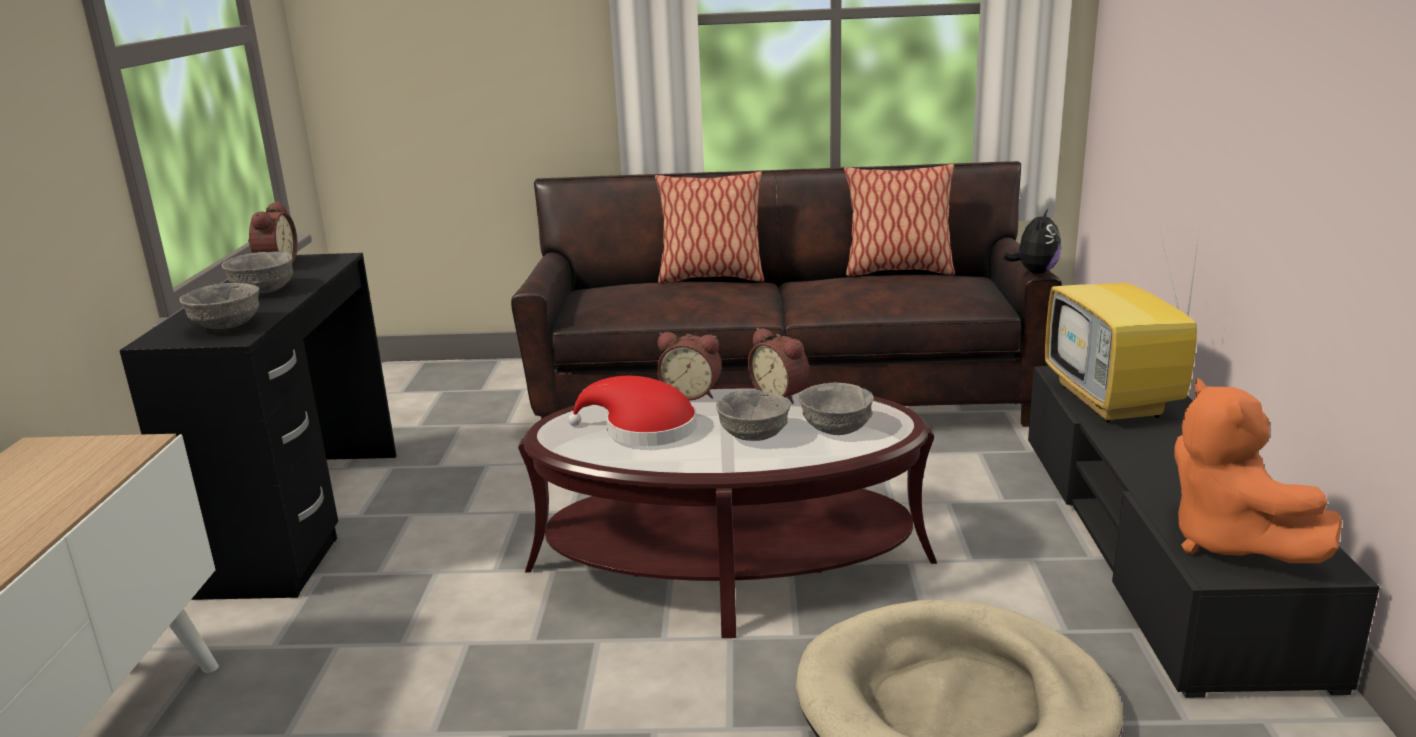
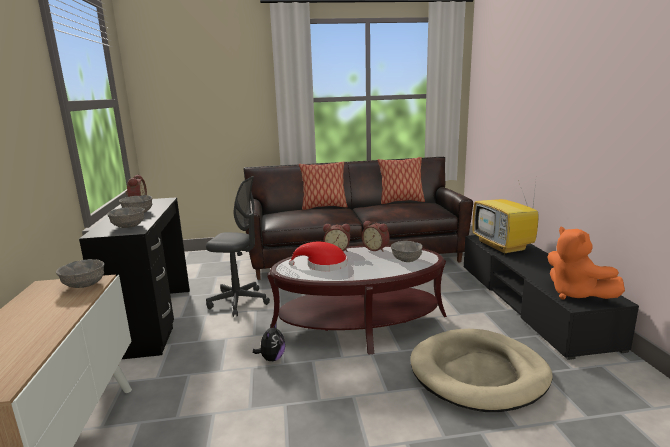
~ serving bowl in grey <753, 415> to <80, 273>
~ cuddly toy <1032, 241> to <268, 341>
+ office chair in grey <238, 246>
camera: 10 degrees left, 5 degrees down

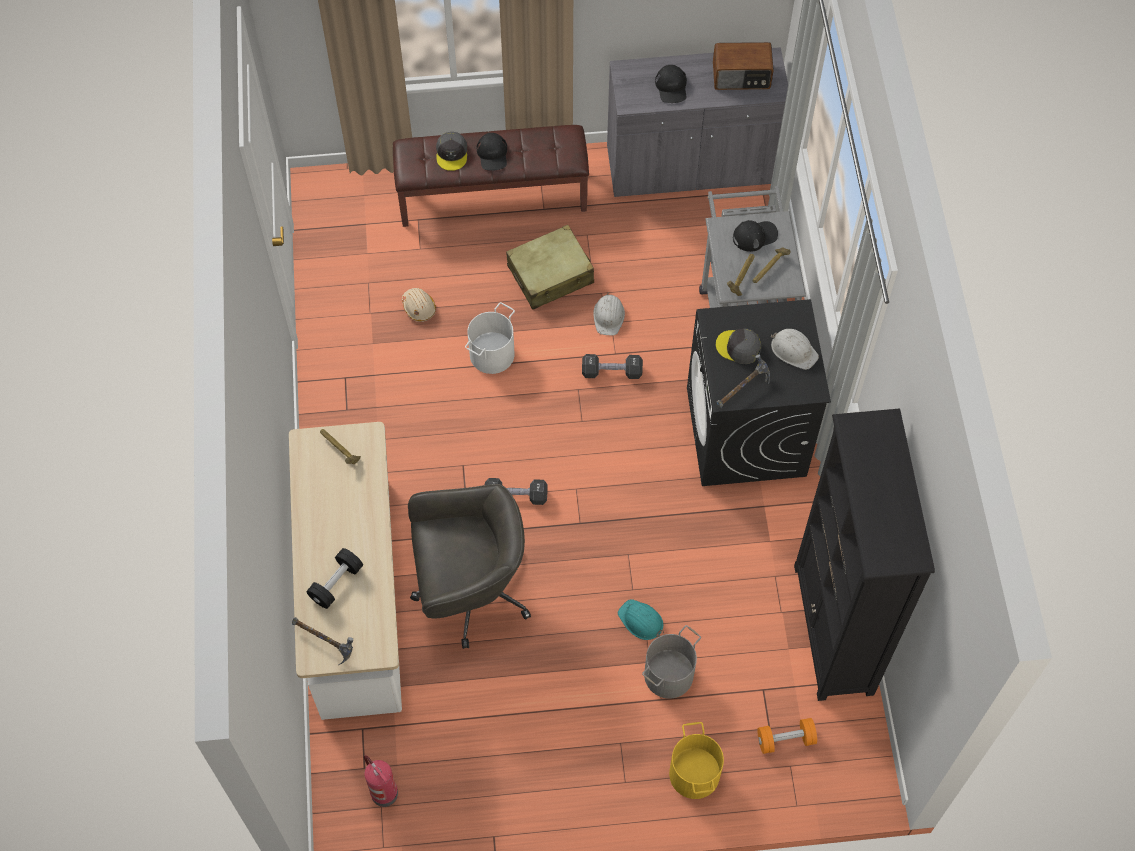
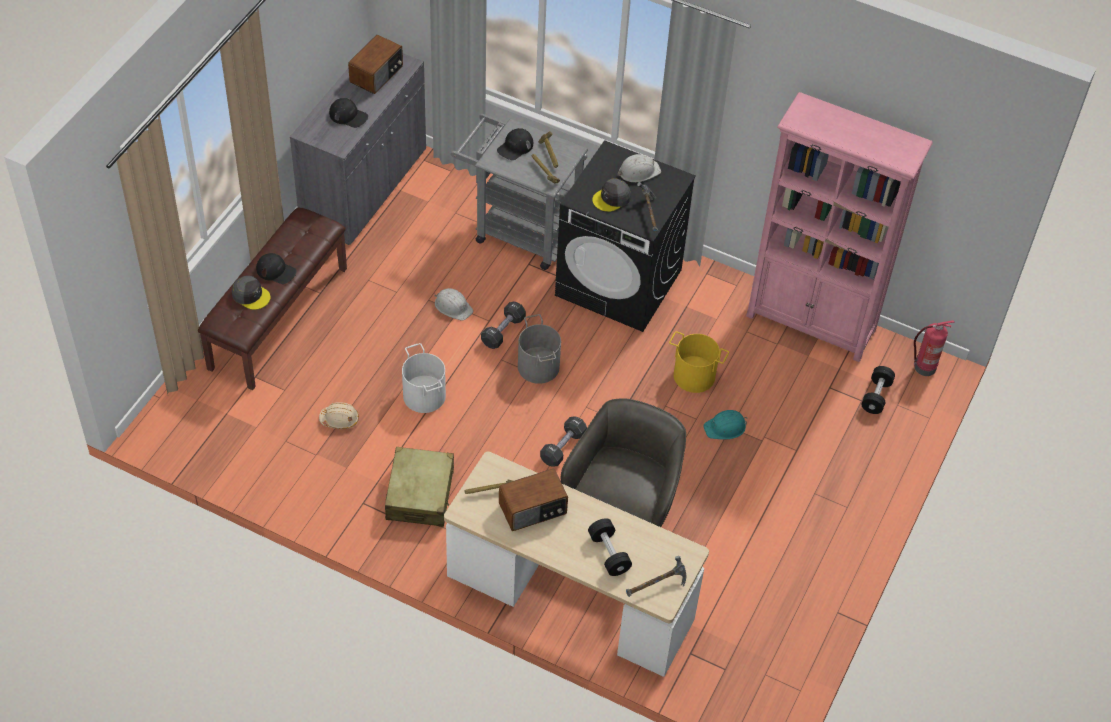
~ fire-fighting cylinder <381, 781> to <934, 348>
~ suitcase in beige <550, 267> to <419, 487>
~ water bucket in grey <671, 662> to <539, 349>
~ water bucket in yellowish <696, 760> to <699, 362>
~ baseball cap in black-coloured <755, 236> = <515, 144> 150 degrees counterclockwise
~ hand weight in orange <787, 736> to hand weight in black-coloured <878, 390>
~ shelving unit in black-coloured <864, 555> to shelving unit in pinkish <839, 227>
+ radio receiver <533, 500>
camera: 60 degrees left, 10 degrees down

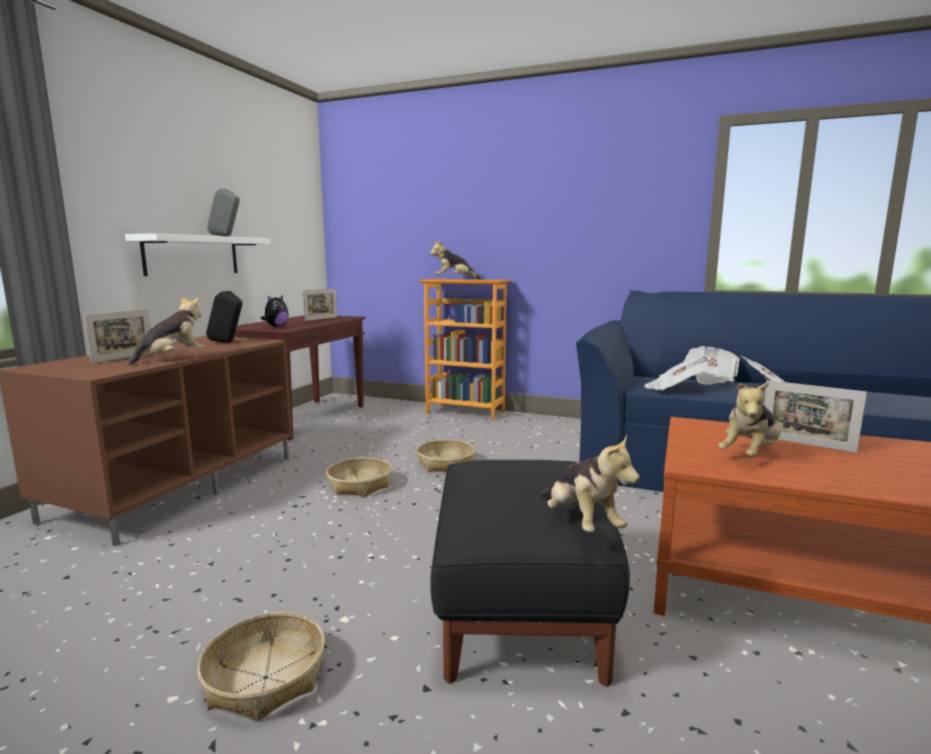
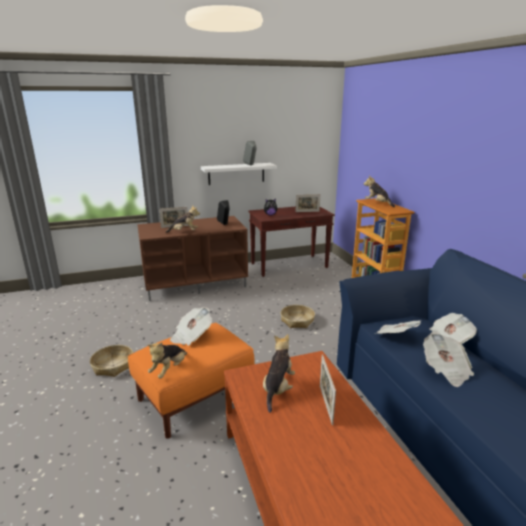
- basket <359, 477>
~ ottoman in black-coloured <530, 573> to ottoman in orange <191, 380>
~ cuddly toy <749, 419> = <279, 373> 105 degrees clockwise
+ daily paper <191, 326>
camera: 50 degrees right, 10 degrees up

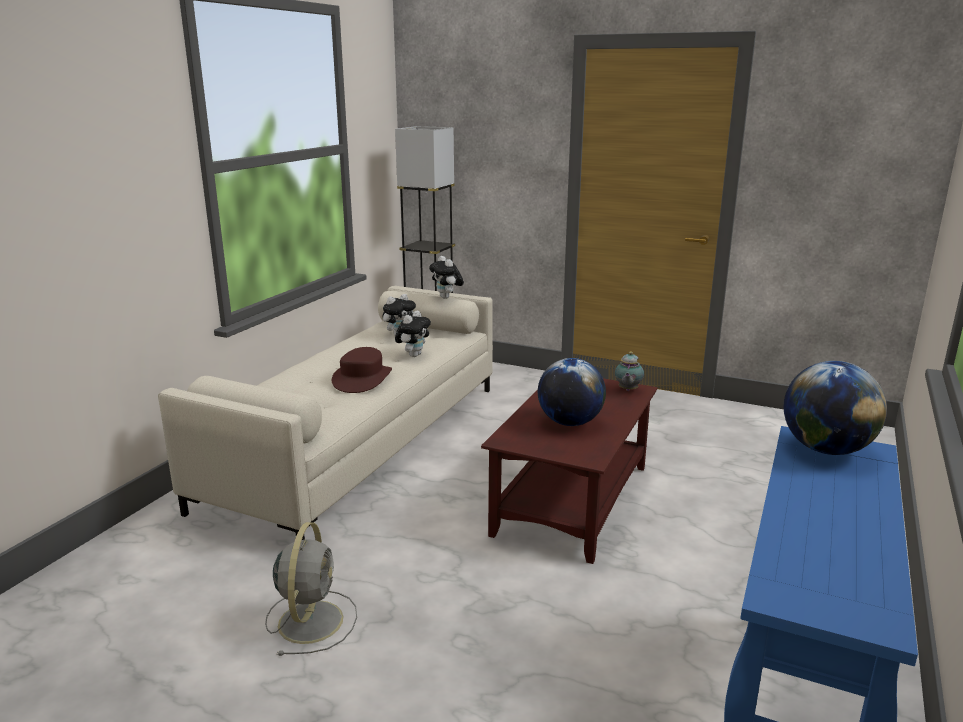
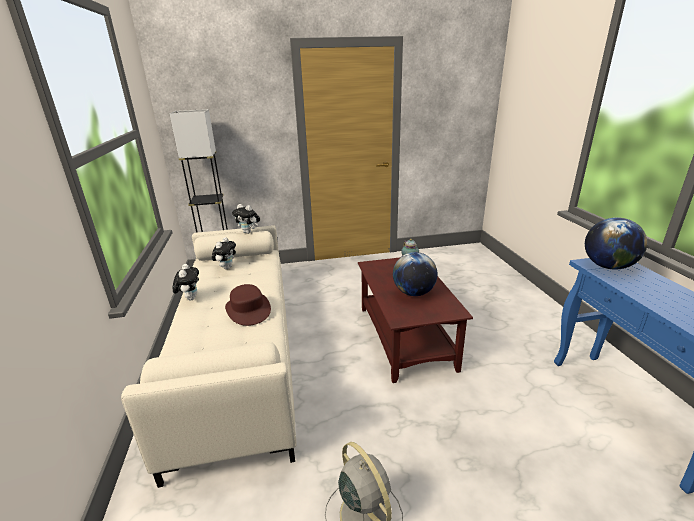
~ cuddly toy <413, 333> to <186, 282>
camera: 35 degrees left, 5 degrees up

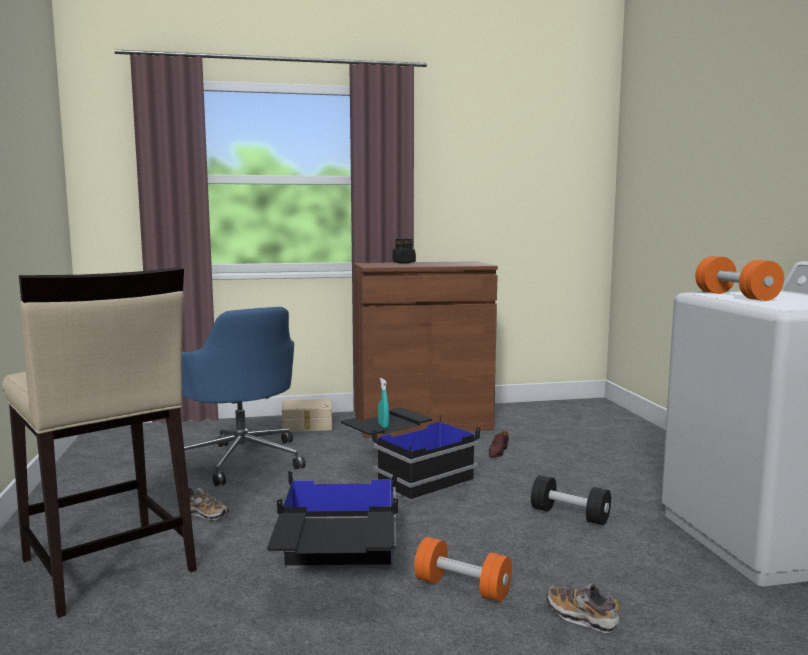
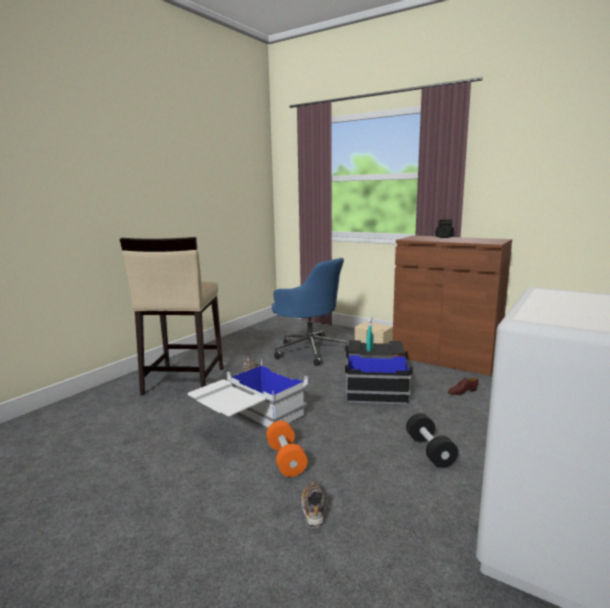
~ office chair in blue-coloured <244, 396> = <310, 312> 60 degrees counterclockwise
~ storage box in black-coloured <332, 519> to storage box in white-coloured <248, 394>
- hand weight in orange <739, 278>
camera: 45 degrees right, 5 degrees up

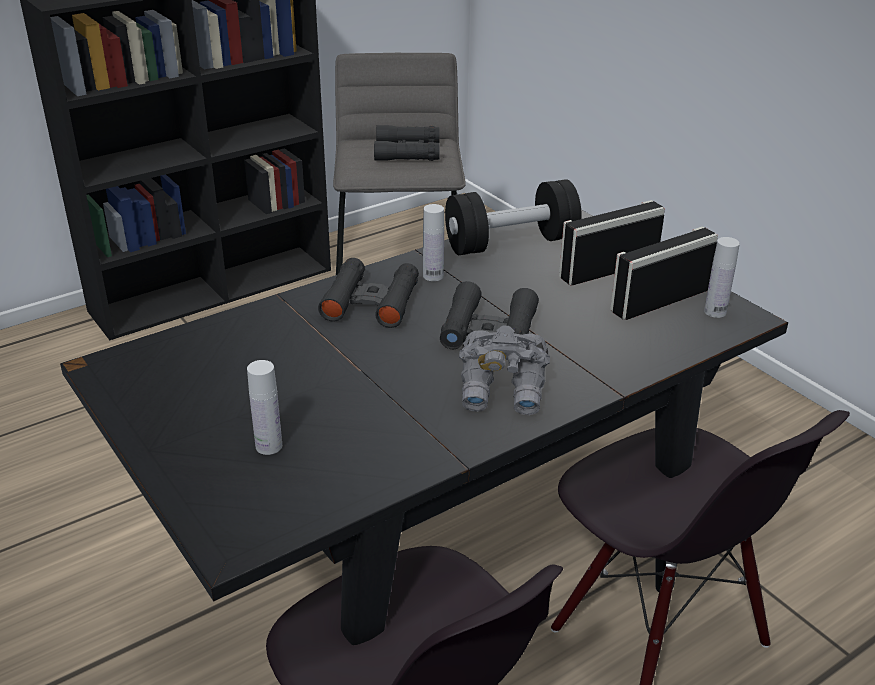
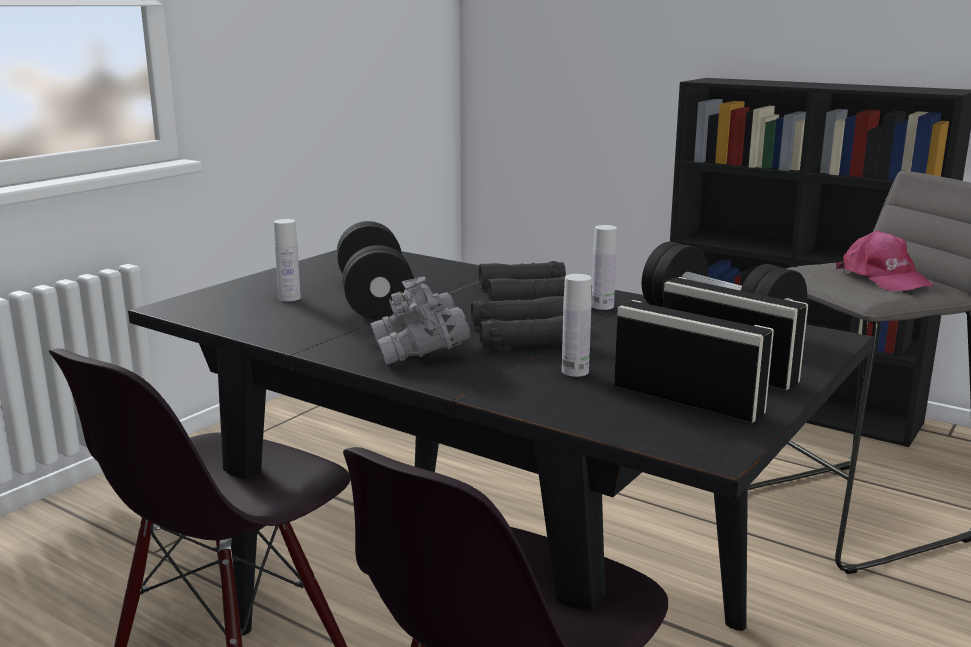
~ binoculars in black-coloured <407, 143> to baseball cap in pinkish <885, 260>
~ bottle in white-coloured <722, 277> to <577, 325>
+ hand weight in black-coloured <375, 270>
camera: 70 degrees right, 15 degrees down

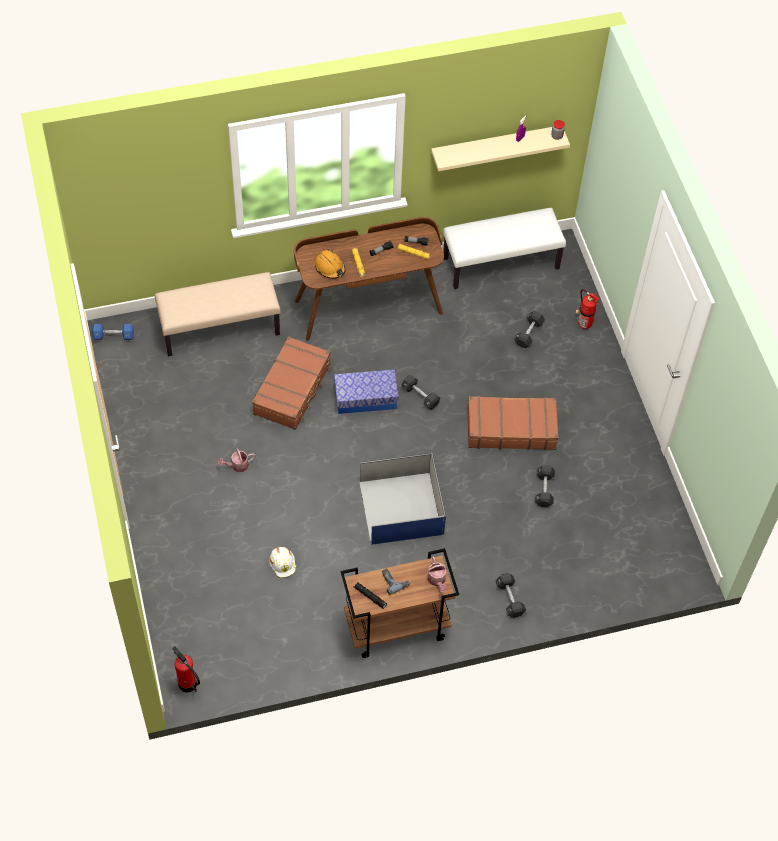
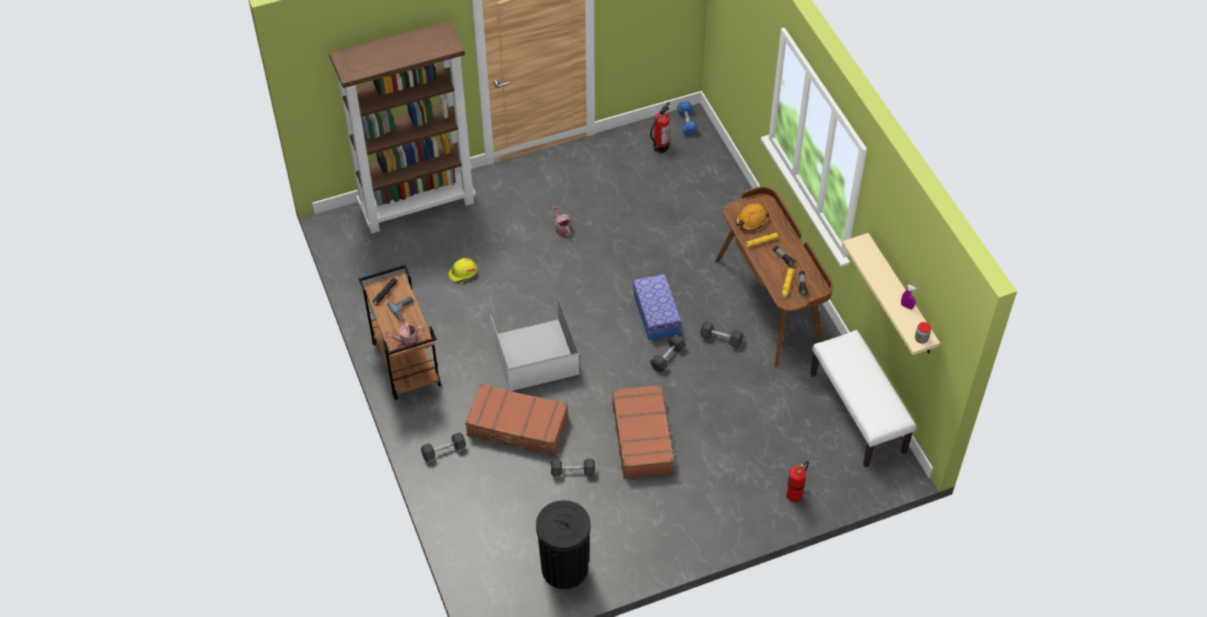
- bench in beige <218, 314>
~ fire-fighting cylinder <186, 669> to <660, 127>
~ suitcase in brown-coloured <291, 383> to <516, 420>
~ hard hat in white-coloured <283, 562> to hard hat in yellowish <462, 271>
~ storage box in blue-coloured <403, 499> to storage box in white-coloured <534, 344>
~ hand weight in black-coloured <530, 329> to <721, 334>
+ shelving unit in brown-coloured <402, 127>
+ trash can in black-coloured <563, 544>
camera: 85 degrees right, 5 degrees down

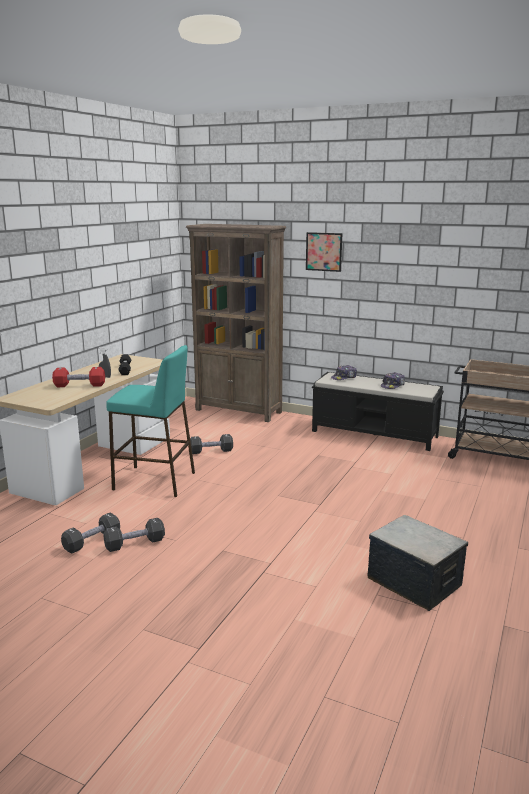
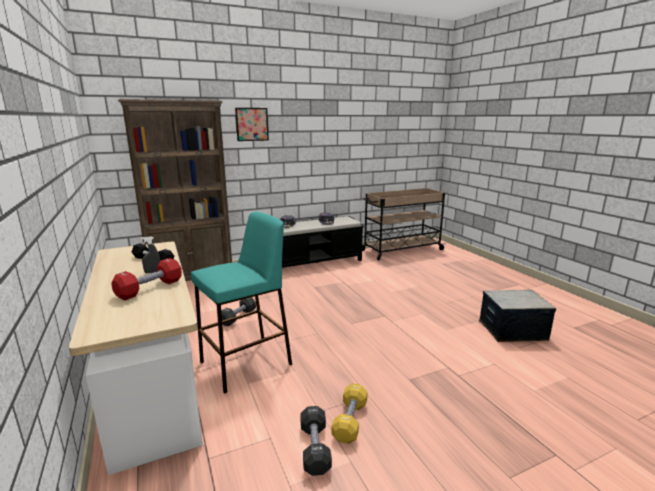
~ hand weight in black-coloured <134, 535> to hand weight in yellowish <349, 413>
camera: 50 degrees left, 0 degrees up

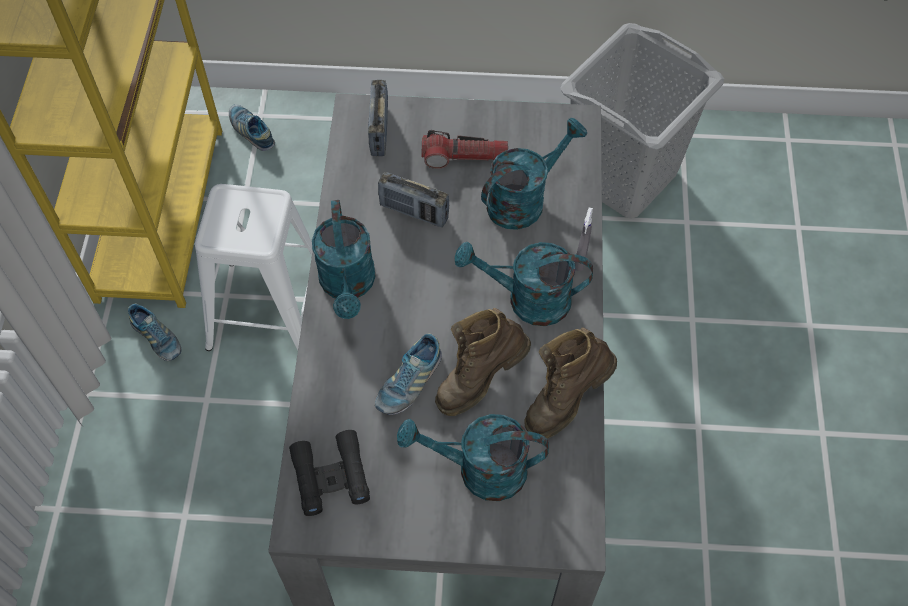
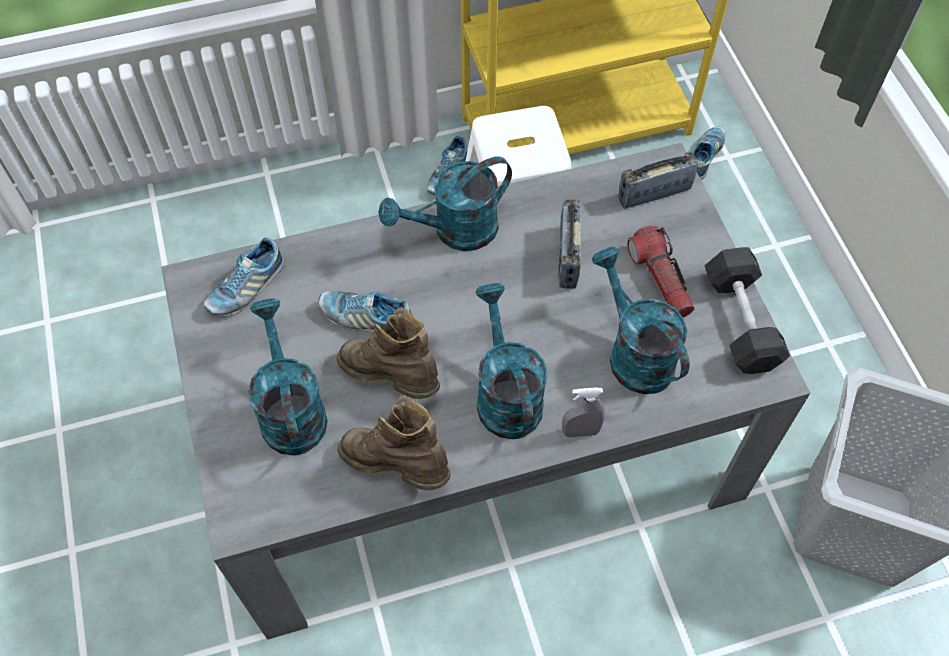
~ binoculars in black-coloured <329, 473> to item of footwear <244, 277>
~ sprinkling can in blue-green <534, 174> = <640, 320> 150 degrees counterclockwise
+ hand weight in grey <747, 310>
camera: 70 degrees right, 0 degrees up

